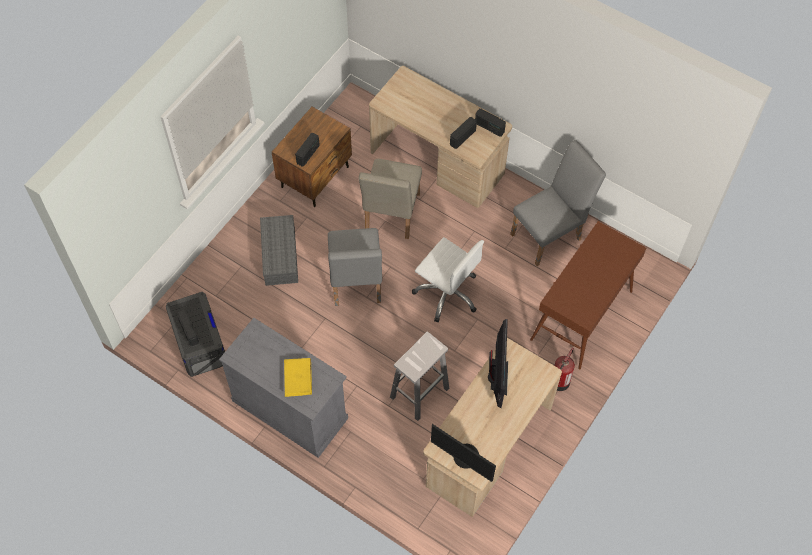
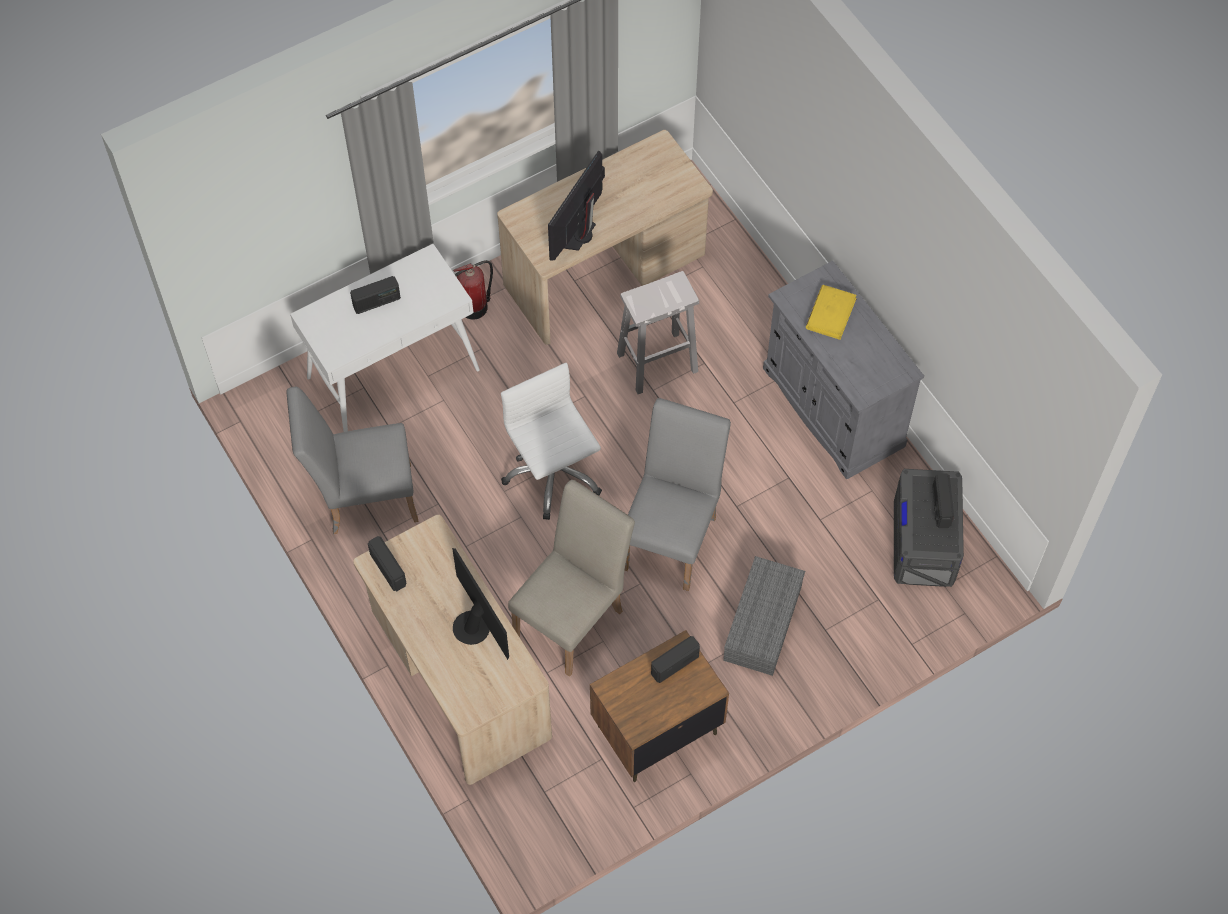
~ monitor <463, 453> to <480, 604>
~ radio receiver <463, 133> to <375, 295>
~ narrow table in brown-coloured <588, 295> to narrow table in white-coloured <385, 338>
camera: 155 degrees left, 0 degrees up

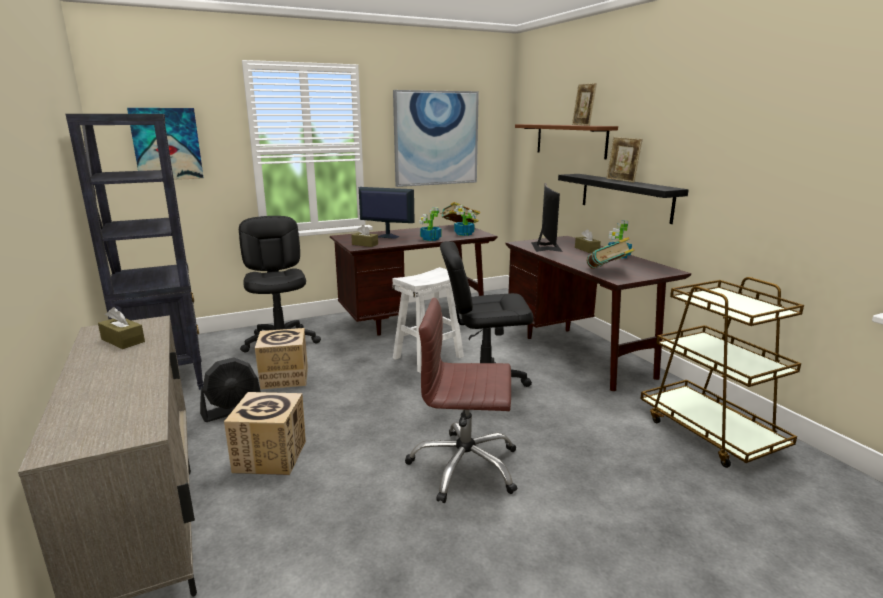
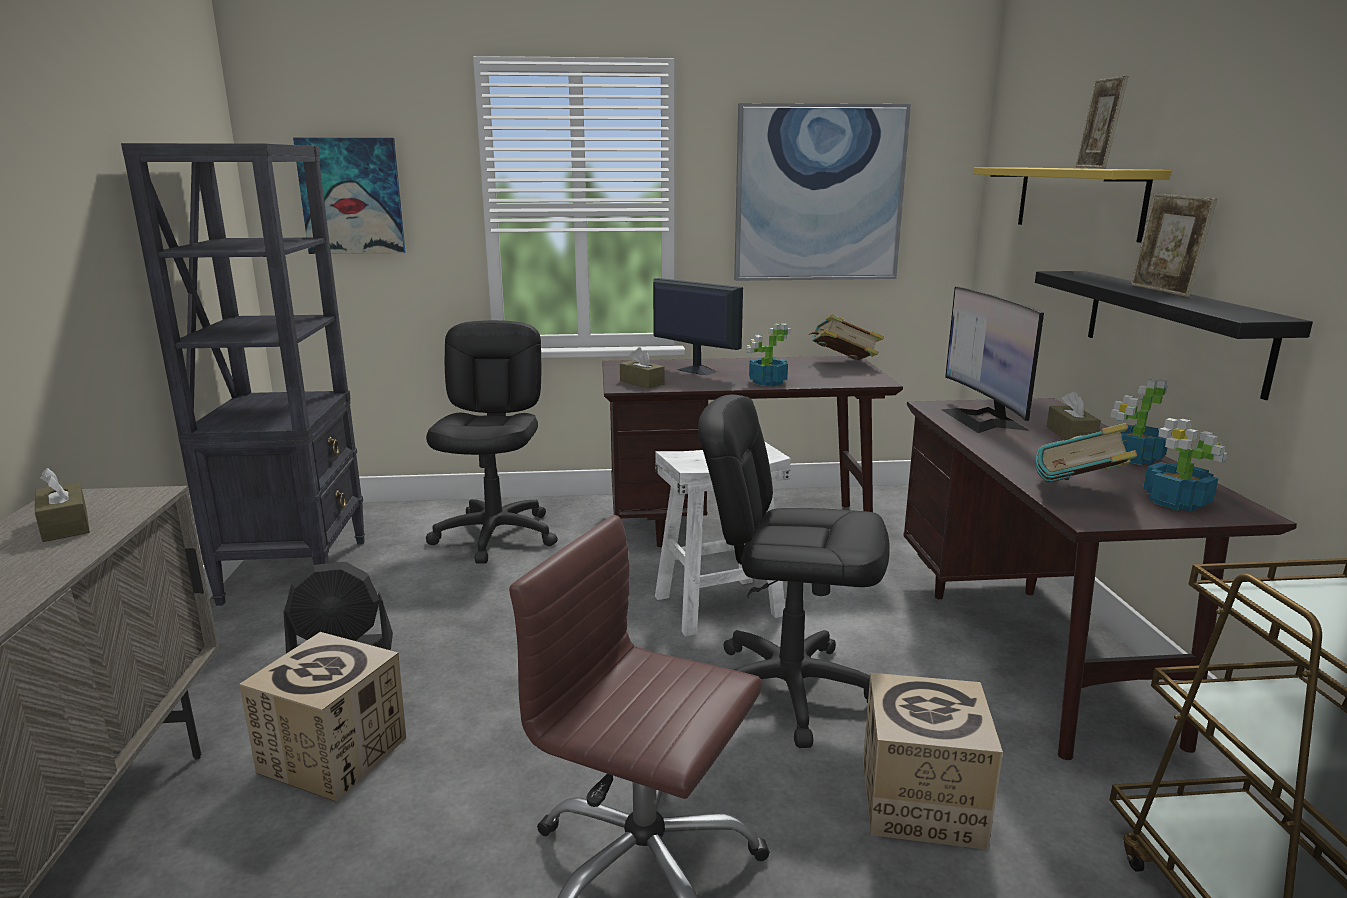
~ carton <281, 358> to <933, 761>
~ houseplant <465, 220> to <1185, 465>
~ bracket shelf in brown-coloured <566, 141> to bracket shelf in yellowish <1072, 205>
~ monitor <547, 217> = <992, 360> 150 degrees clockwise
camera: 20 degrees right, 0 degrees up

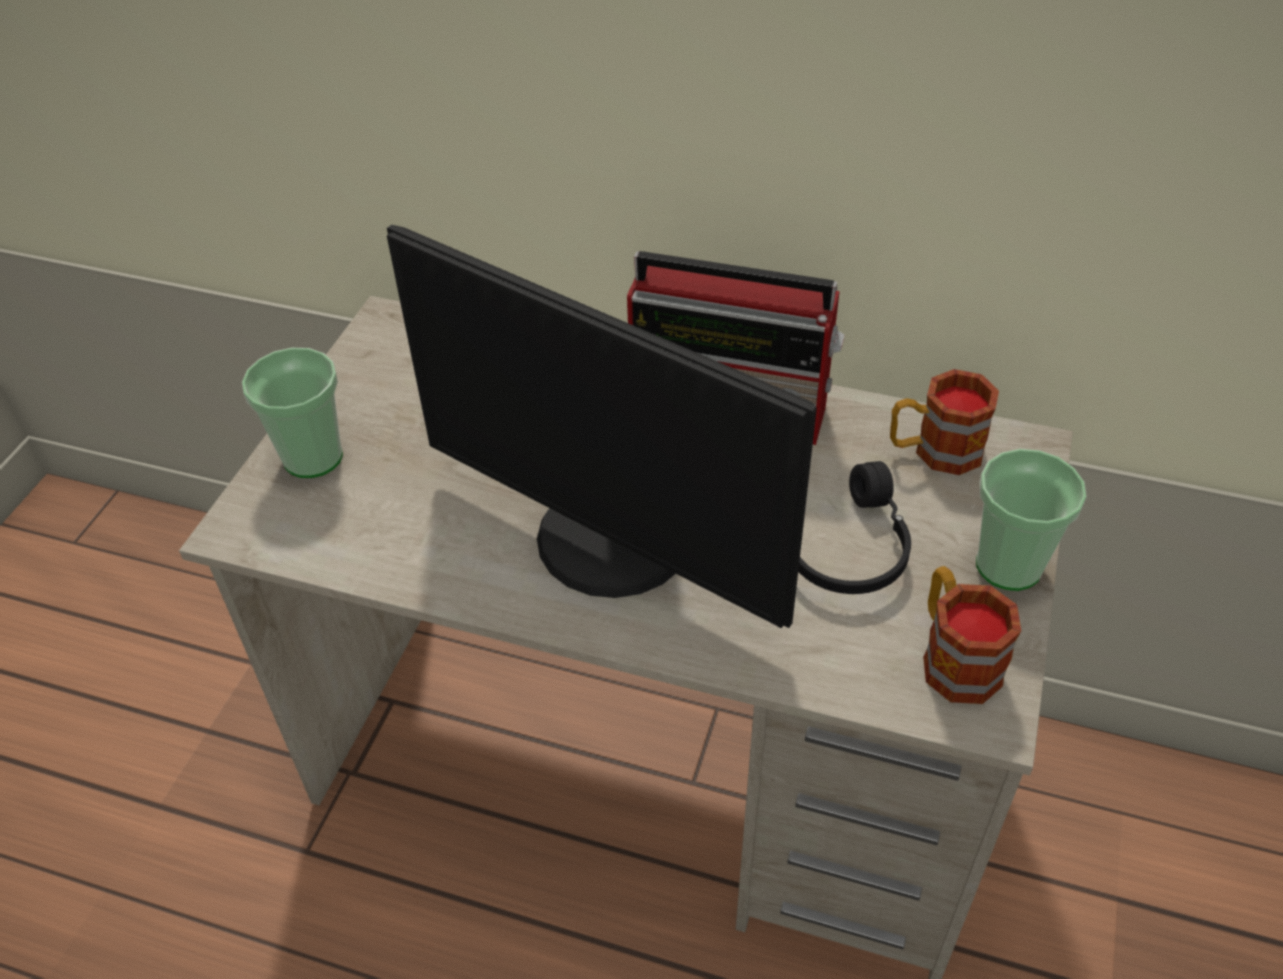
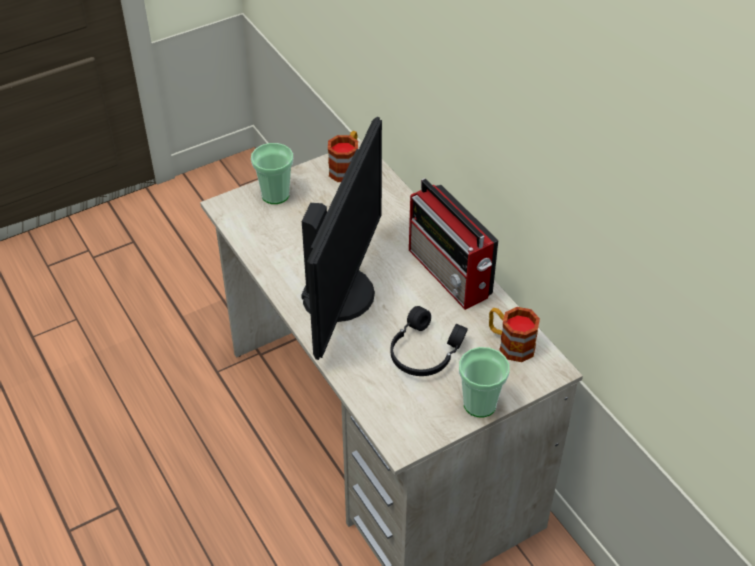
~ monitor <602, 426> = <341, 238> 150 degrees counterclockwise
~ mug <972, 635> to <343, 156>
camera: 40 degrees right, 0 degrees up

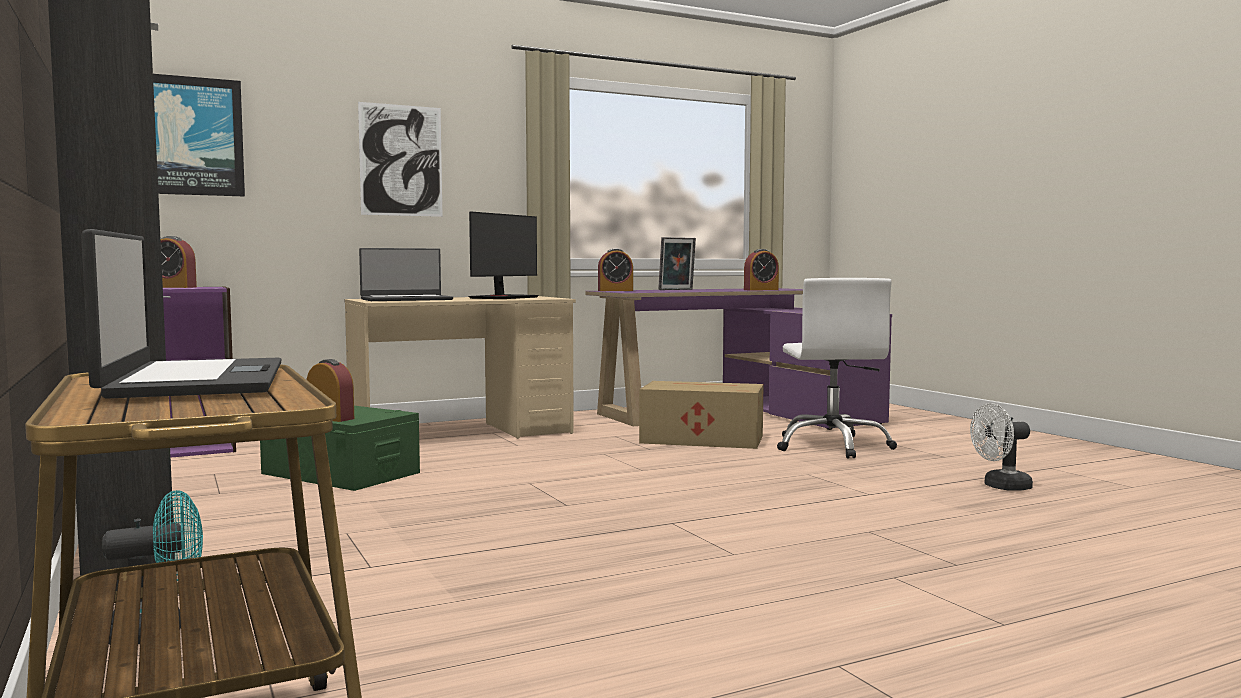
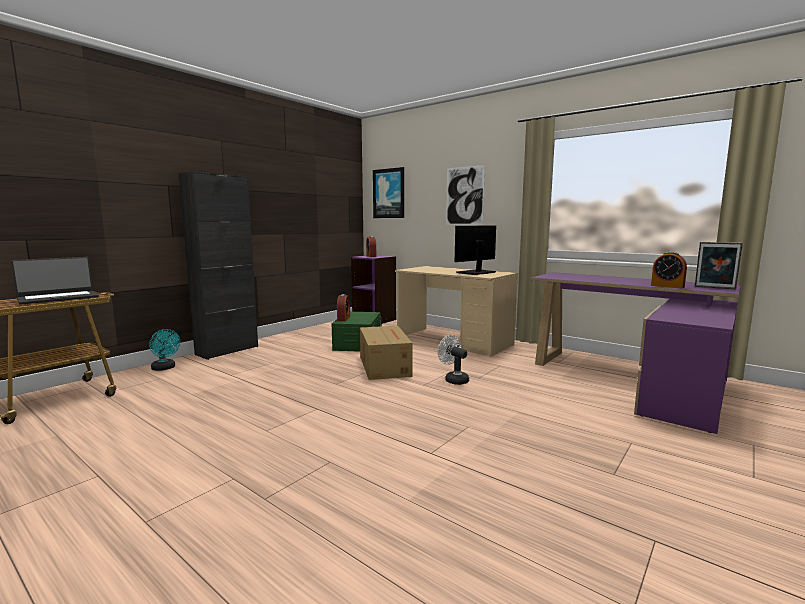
- notebook computer <406, 274>
~ monitor <503, 255> = <475, 250> 135 degrees clockwise
- table clock <615, 270>
~ carton <701, 415> to <386, 353>
~ picture frame <677, 263> to <719, 265>
- office chair in white-coloured <837, 368>
~ cooling fan in white-coloured <1001, 447> to <453, 360>
camera: 65 degrees right, 5 degrees up

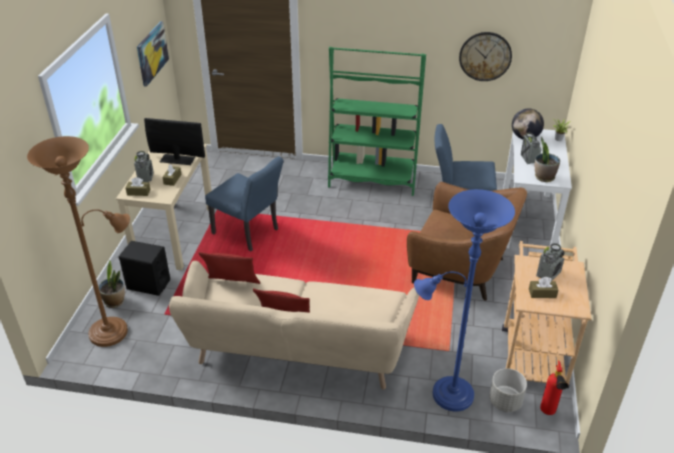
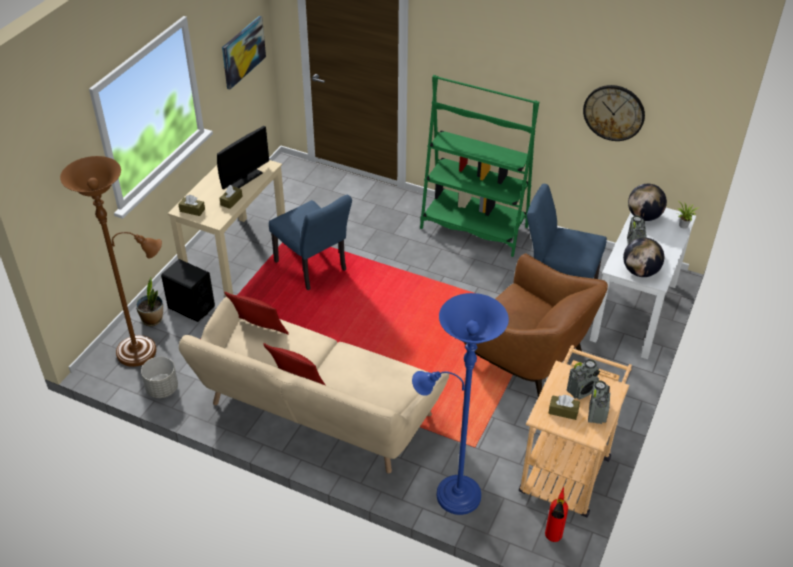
~ radio receiver <143, 166> to <599, 402>
~ monitor <174, 141> = <243, 157> 105 degrees clockwise
~ plant pot in grey <508, 390> to <159, 377>
~ houseplant <547, 159> to world globe <643, 257>
camera: 15 degrees right, 5 degrees up

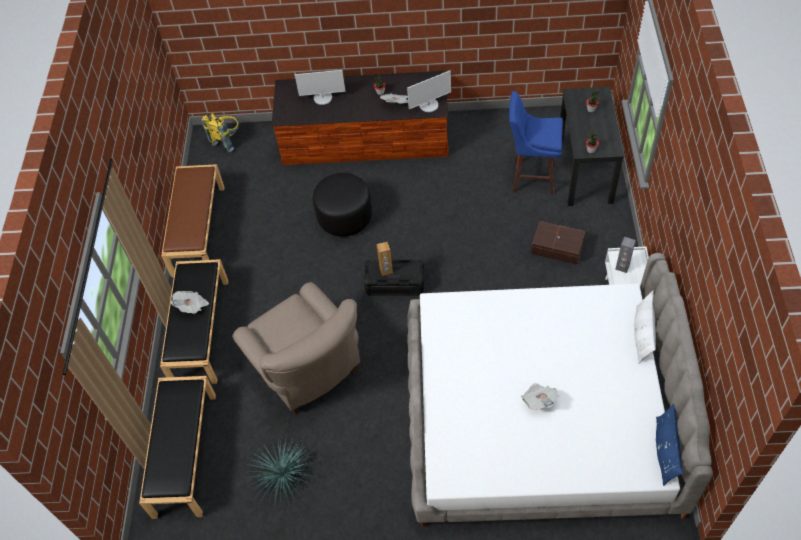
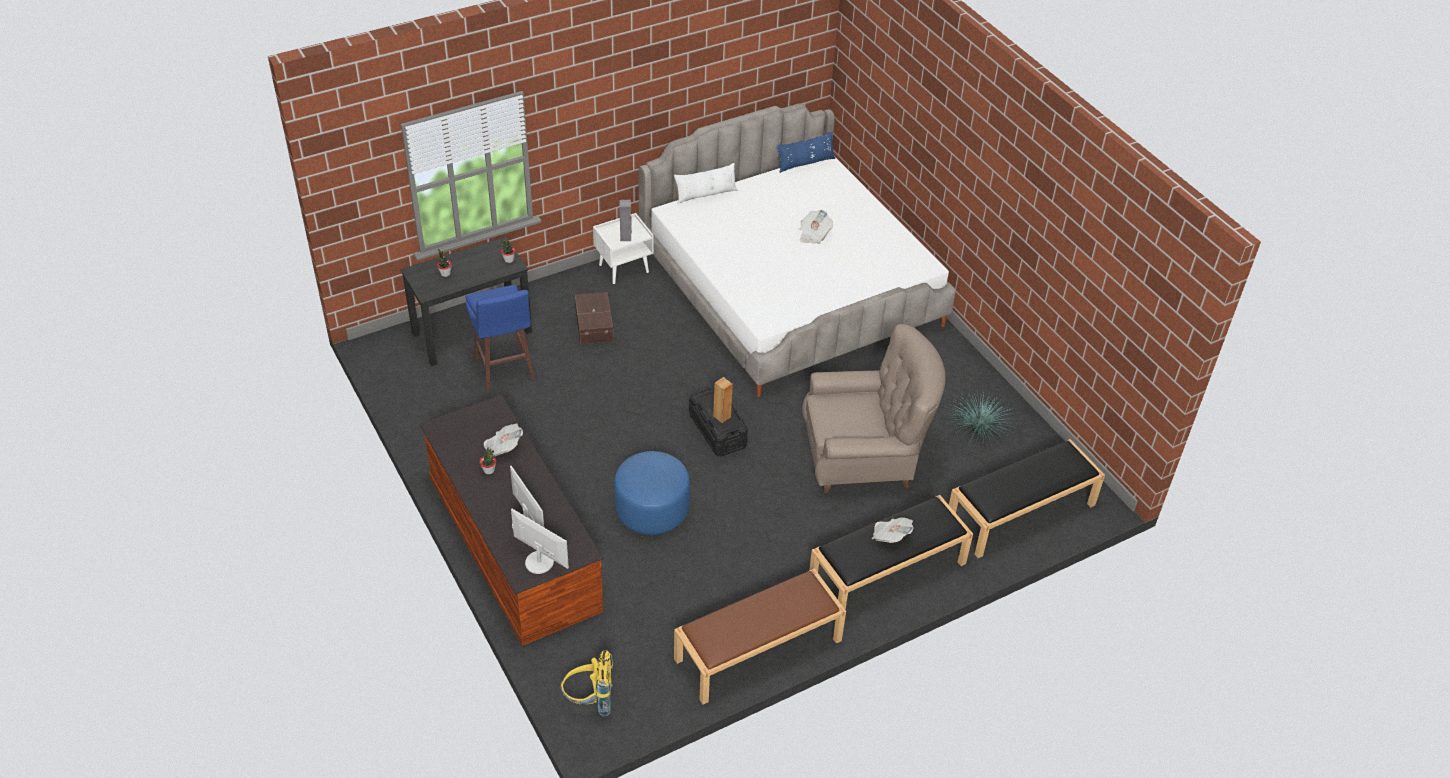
~ lounge chair in beige <296, 348> = <874, 409> 60 degrees clockwise
~ ottoman in black-coloured <342, 205> to ottoman in blue-coloured <652, 493>
~ monitor <429, 91> to <540, 541>
camera: 125 degrees left, 10 degrees down

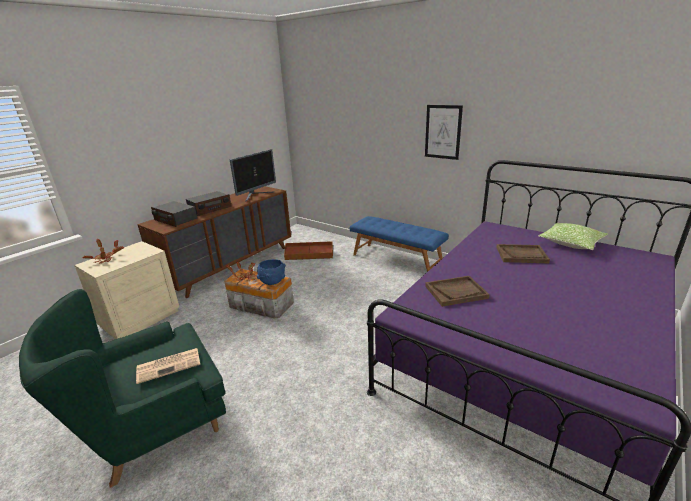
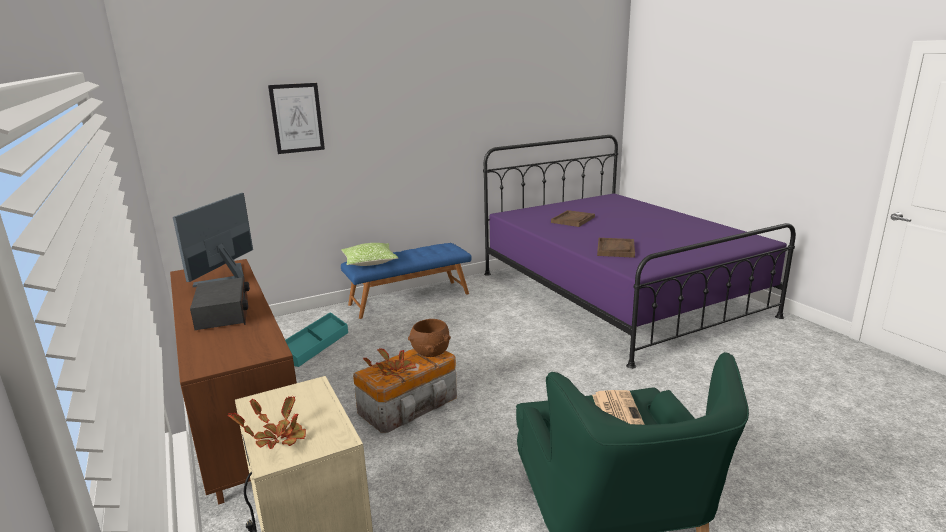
- radio receiver <174, 214>
~ monitor <253, 175> = <213, 240> 135 degrees counterclockwise
~ serving bowl in blue-coloured <271, 272> to serving bowl in brown-coloured <429, 338>
~ storage box in brown-coloured <308, 250> to storage box in blue-green <316, 339>
~ wall art <444, 132> to <296, 118>
~ throw pillow <573, 236> to <369, 254>
camera: 65 degrees left, 5 degrees down

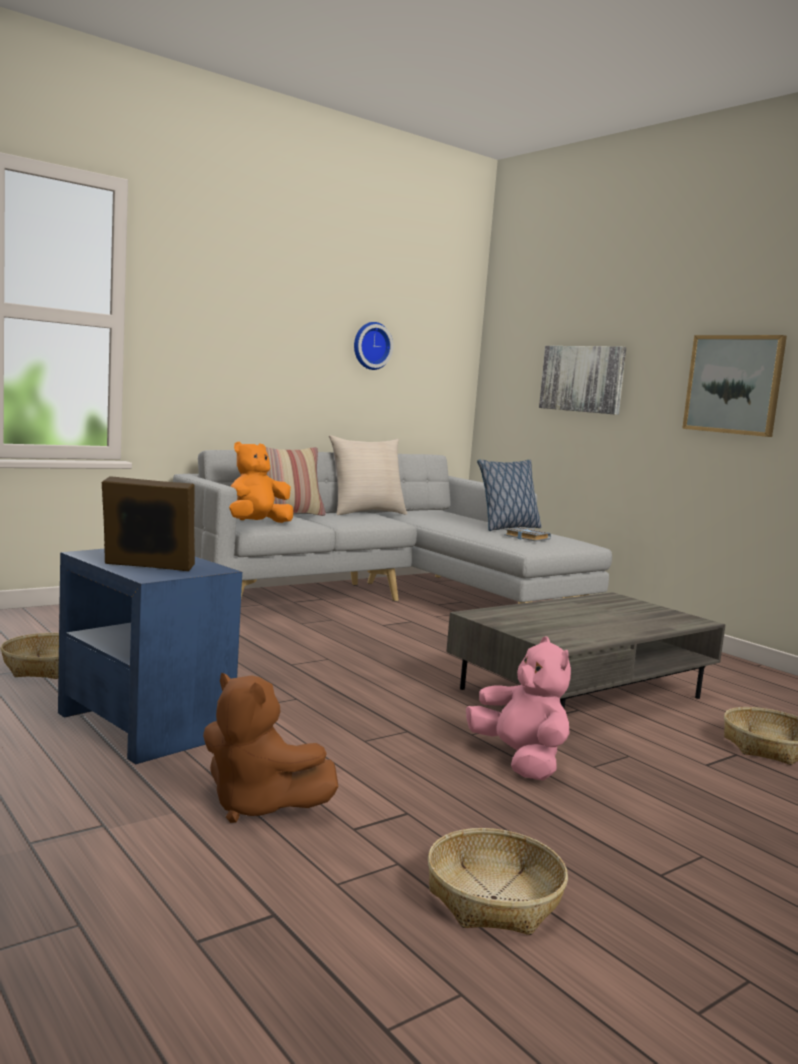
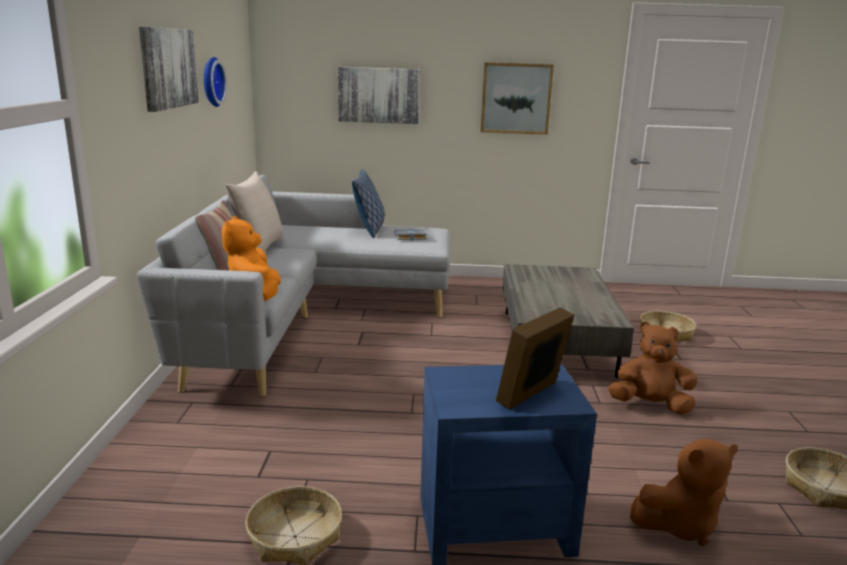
~ cuddly toy in pinkish <518, 708> to cuddly toy in brown-coloured <653, 368>
+ wall art <169, 69>
camera: 50 degrees left, 10 degrees up

